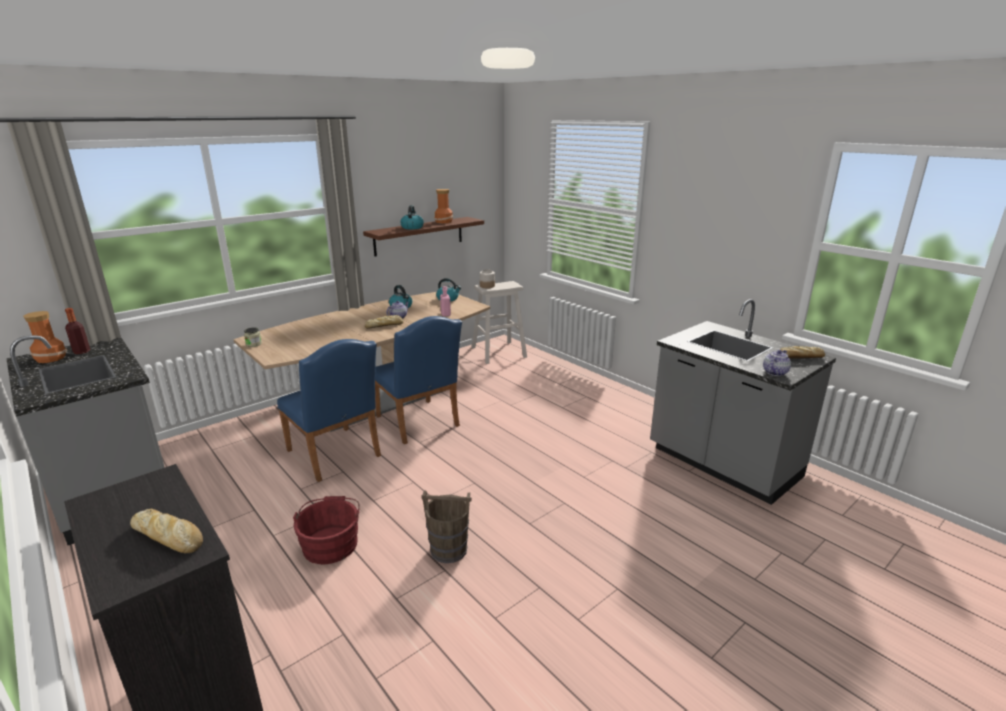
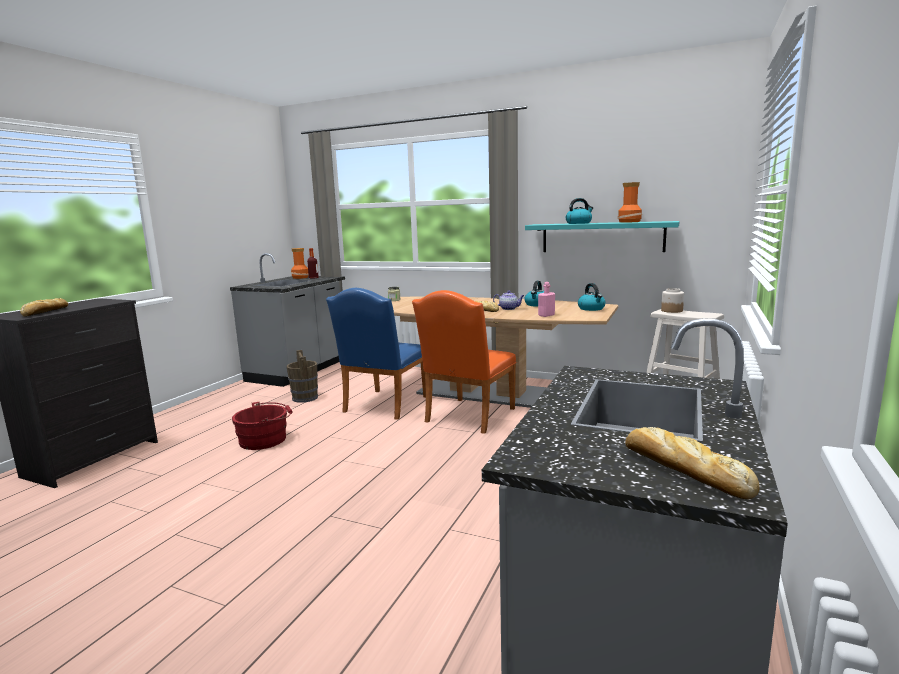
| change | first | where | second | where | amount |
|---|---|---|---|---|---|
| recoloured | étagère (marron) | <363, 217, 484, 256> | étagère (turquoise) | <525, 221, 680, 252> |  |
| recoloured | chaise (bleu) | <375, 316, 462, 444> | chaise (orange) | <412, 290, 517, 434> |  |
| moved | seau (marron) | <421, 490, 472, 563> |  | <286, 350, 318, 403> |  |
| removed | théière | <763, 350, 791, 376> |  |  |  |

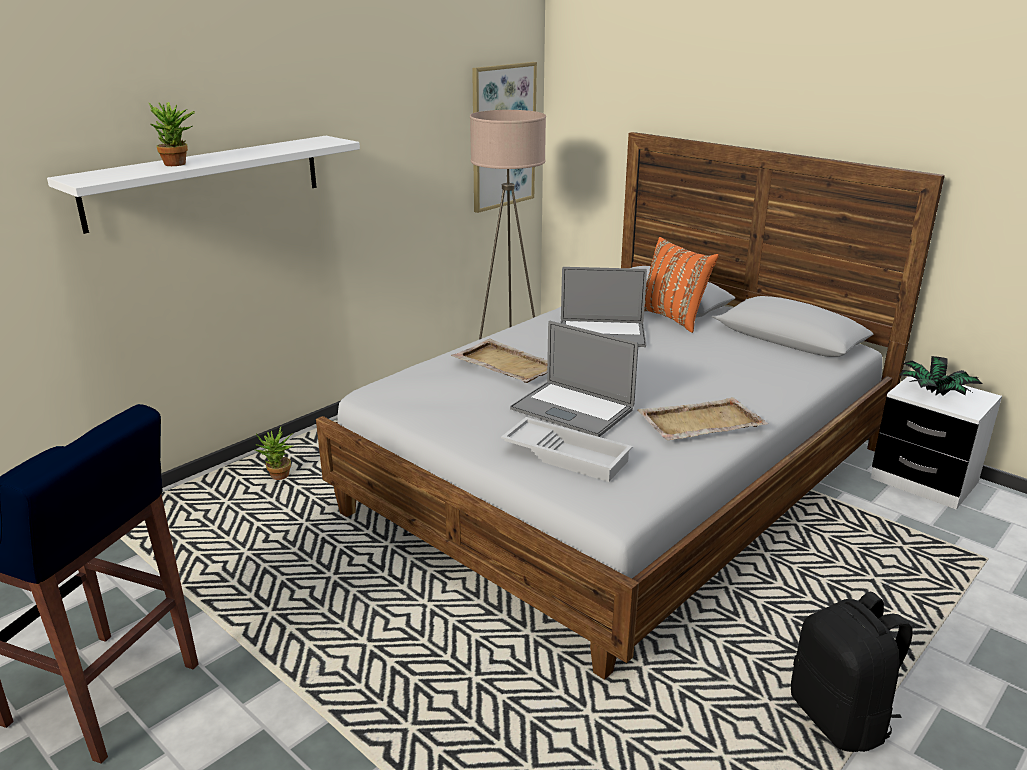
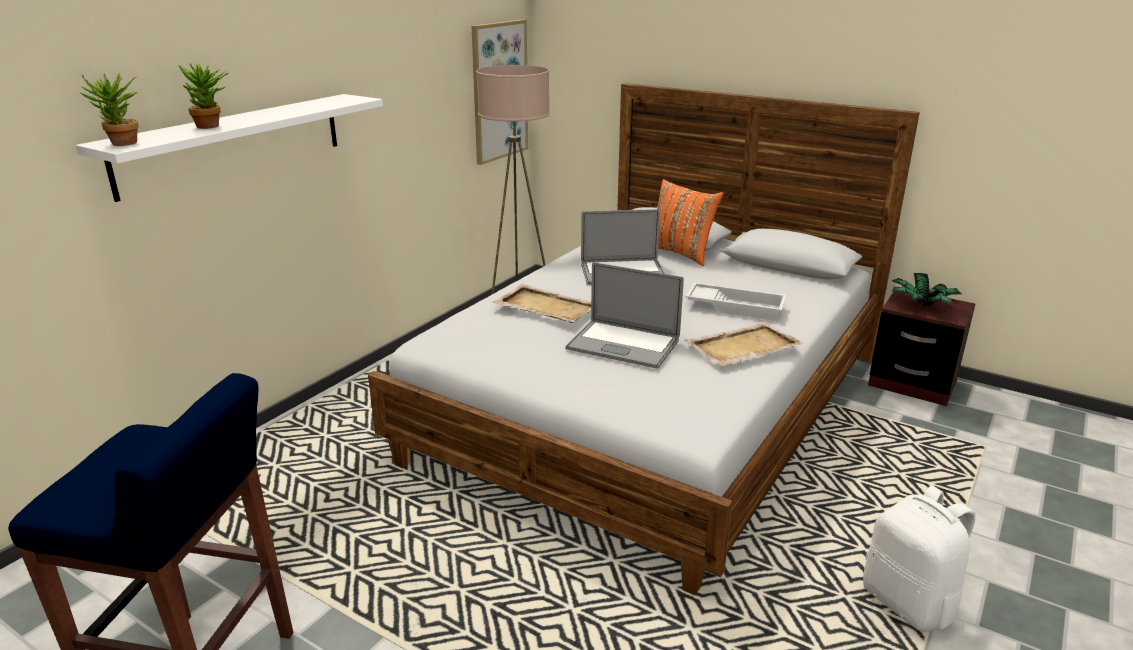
| change | first | where | second | where | amount |
|---|---|---|---|---|---|
| moved | plante en pot | <255, 427, 294, 480> |  | <80, 72, 139, 146> |  |
| moved | plateau (blanc) | <501, 417, 633, 482> |  | <686, 282, 787, 321> |  |
| recoloured | sac à dos (noir) | <791, 592, 913, 752> | sac à dos (blanc) | <863, 486, 976, 632> |  |
| recoloured | table de chevet (blanc) | <871, 376, 1002, 509> | table de chevet (marron) | <868, 292, 975, 406> |  |

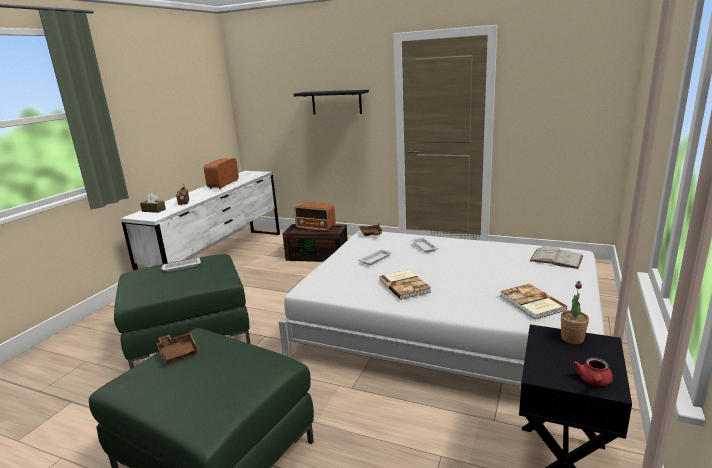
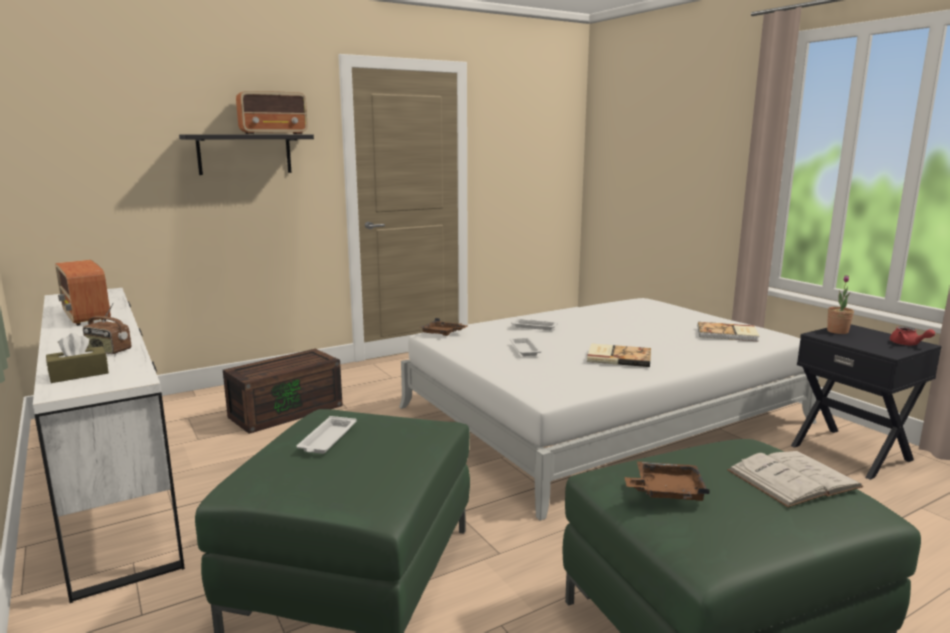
| change | first | where | second | where | amount |
|---|---|---|---|---|---|
| moved | radio | <294, 202, 336, 232> |  | <236, 91, 308, 134> |  |
| moved | livre (blanc) | <530, 246, 583, 269> |  | <727, 451, 864, 507> |  |

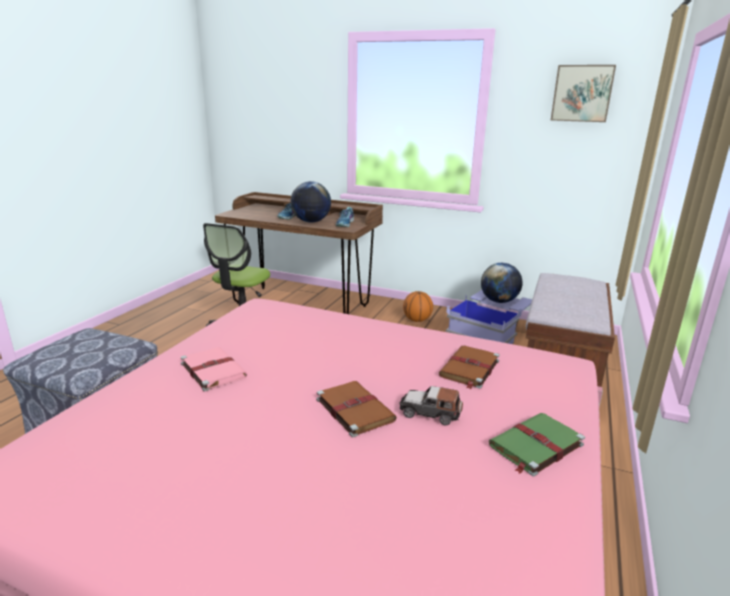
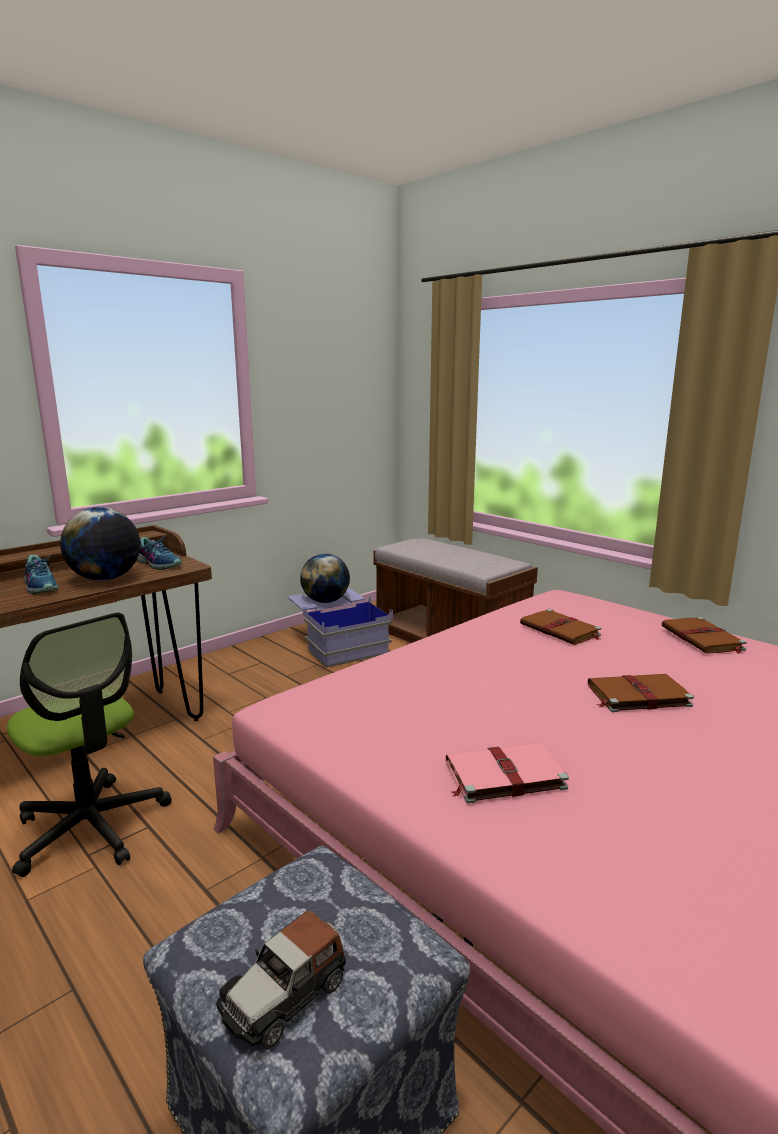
| change | first | where | second | where | amount |
|---|---|---|---|---|---|
| moved | petite voiture | <399, 386, 463, 425> |  | <216, 911, 346, 1049> |  |
| removed | ballon de basket | <403, 291, 433, 322> |  |  |  |
| recoloured | livre (vert) | <489, 413, 585, 476> | livre (marron) | <661, 617, 747, 654> |  |
| removed | tableau | <551, 65, 616, 122> |  |  |  |

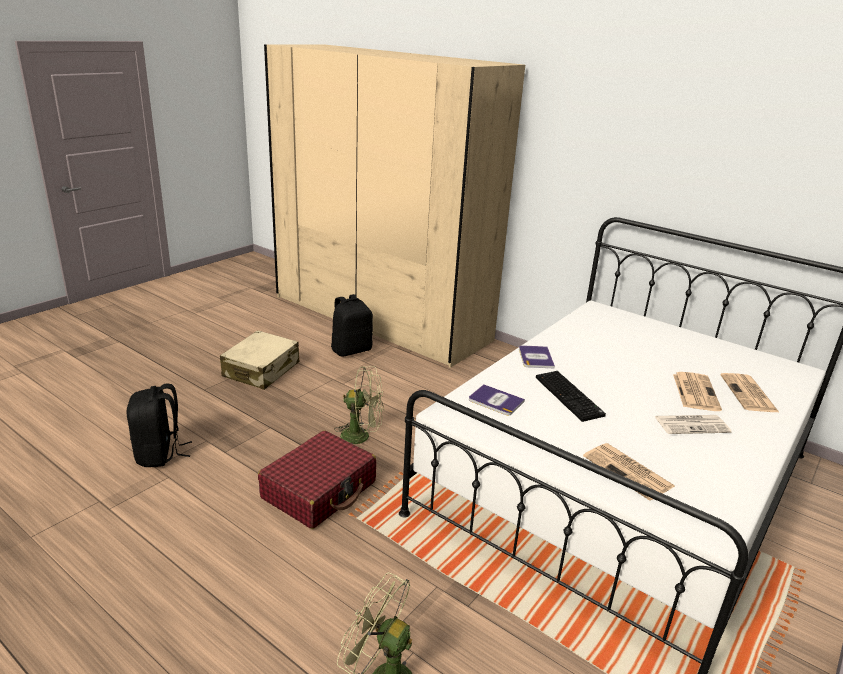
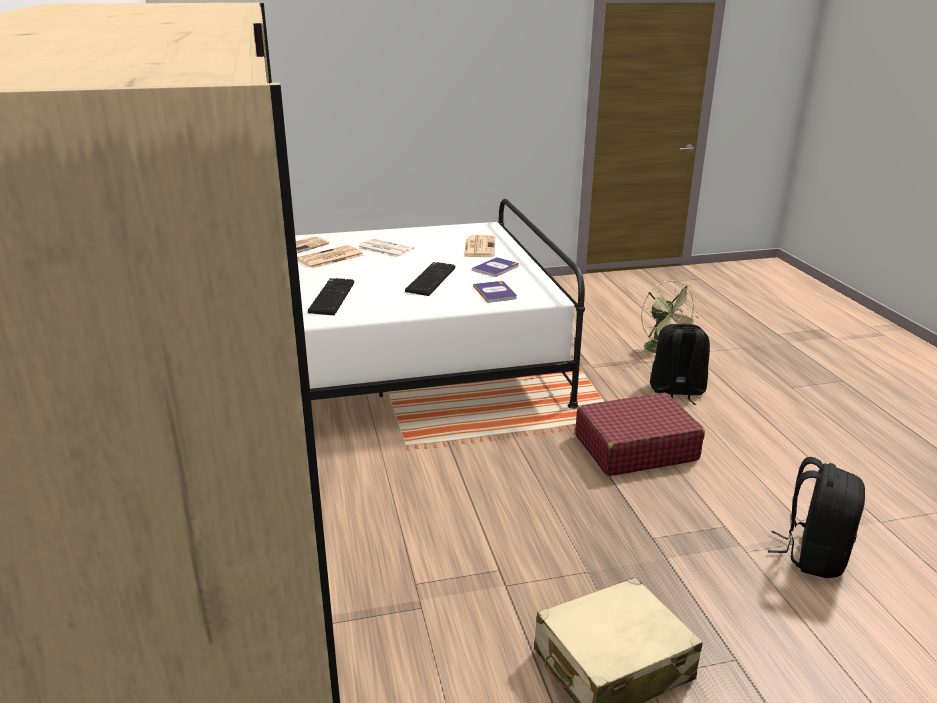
| change | first | where | second | where | amount |
|---|---|---|---|---|---|
| moved | sac à dos (noir) | <331, 294, 373, 357> |  | <650, 324, 710, 405> |  |
| removed | ventilateur (vert) | <334, 366, 384, 449> |  |  |  |
| moved | livre | <519, 345, 555, 369> |  | <472, 257, 519, 277> |  |
| added |  |  | clavier | <308, 278, 354, 315> |  |

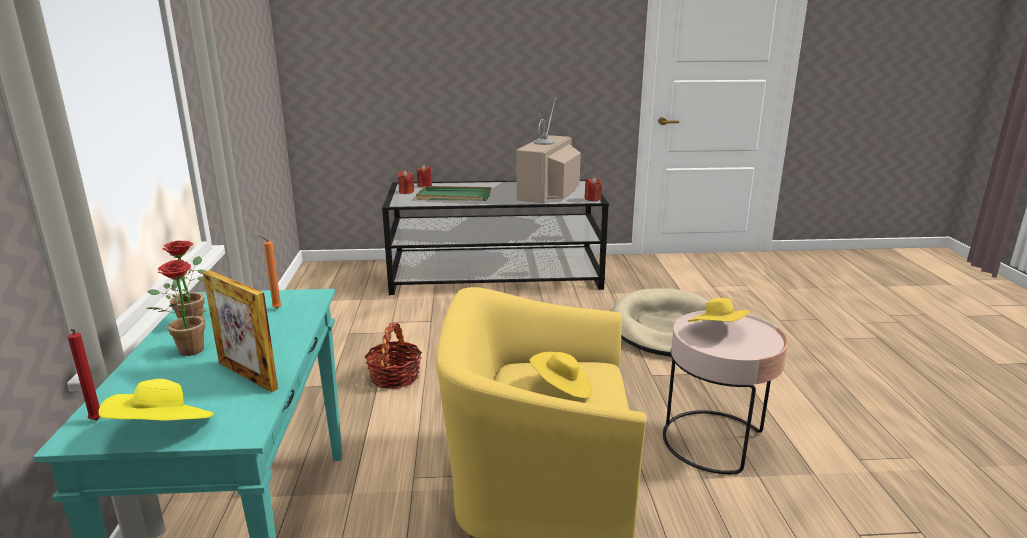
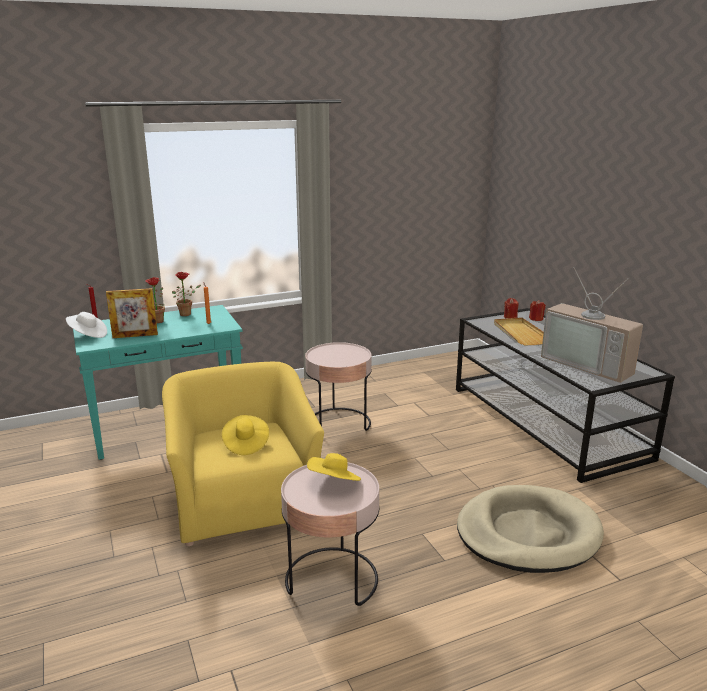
| change | first | where | second | where | amount |
|---|---|---|---|---|---|
| recoloured | chapeau (jaune) | <98, 379, 214, 421> | chapeau (blanc) | <66, 312, 107, 338> |  |
| turned | cadre photo | <203, 270, 278, 392> |  | <106, 288, 158, 338> | 120 degrees counterclockwise |
| replaced | panier | <365, 323, 422, 389> | table d'appoint (rose) | <305, 342, 372, 431> |  |
| recoloured | plateau (vert) | <416, 186, 492, 201> | plateau (beige) | <494, 317, 544, 345> |  |
| turned | téléviseur | <516, 97, 581, 203> |  | <541, 267, 643, 383> | 135 degrees counterclockwise |
| removed | bougie (rouge) | <584, 177, 602, 201> |  |  |  |

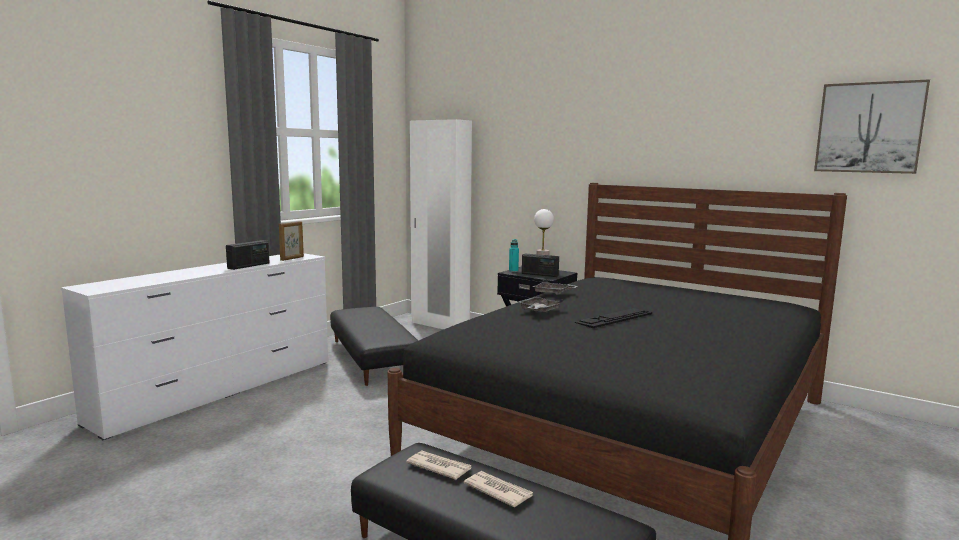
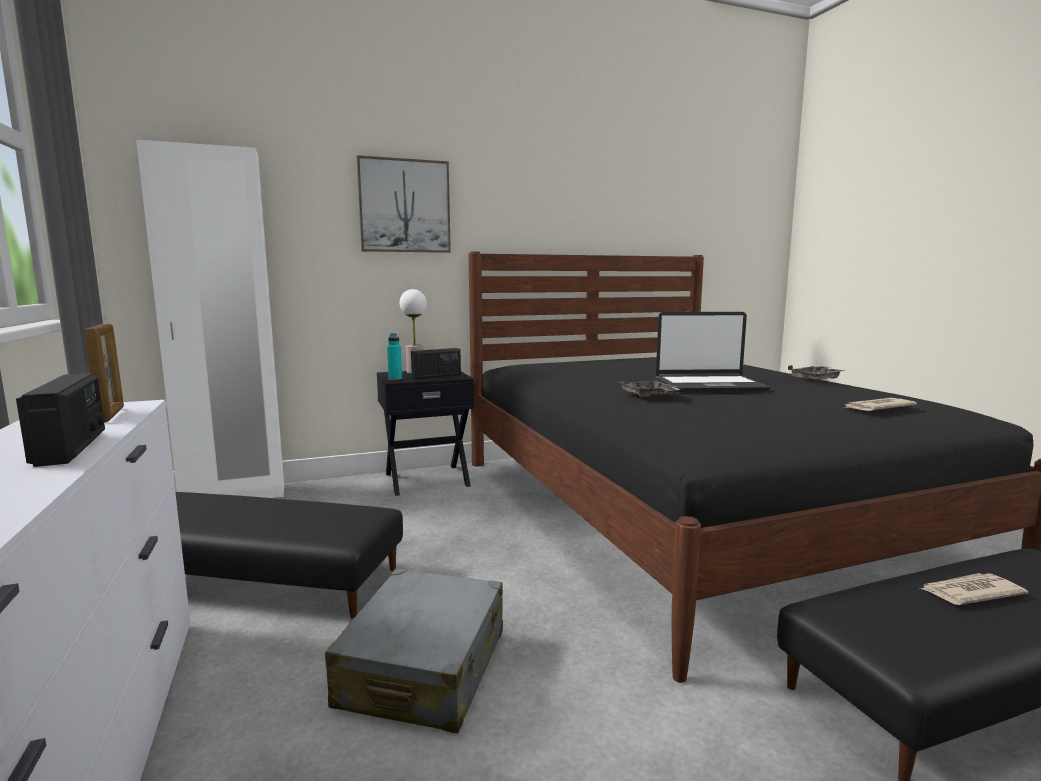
| change | first | where | second | where | amount |
|---|---|---|---|---|---|
| moved | journal | <406, 451, 472, 480> |  | <844, 398, 917, 411> |  |
| moved | plateau (gris) | <533, 279, 578, 295> |  | <788, 365, 846, 380> |  |
| replaced | clavier | <574, 308, 652, 328> | ordinateur portable | <656, 312, 771, 392> |  |
| moved | tableau | <814, 79, 930, 174> |  | <357, 155, 451, 253> |  |
| added |  |  | valise (gris) | <325, 569, 503, 733> |  |

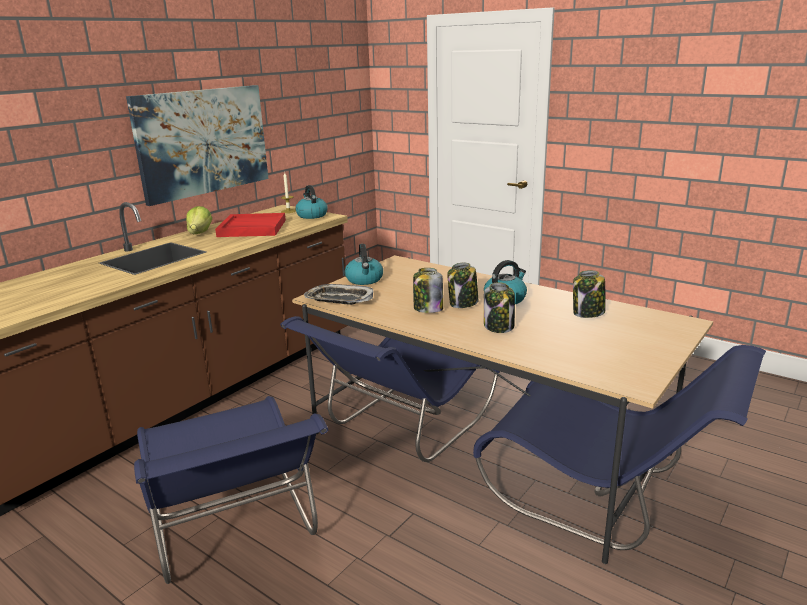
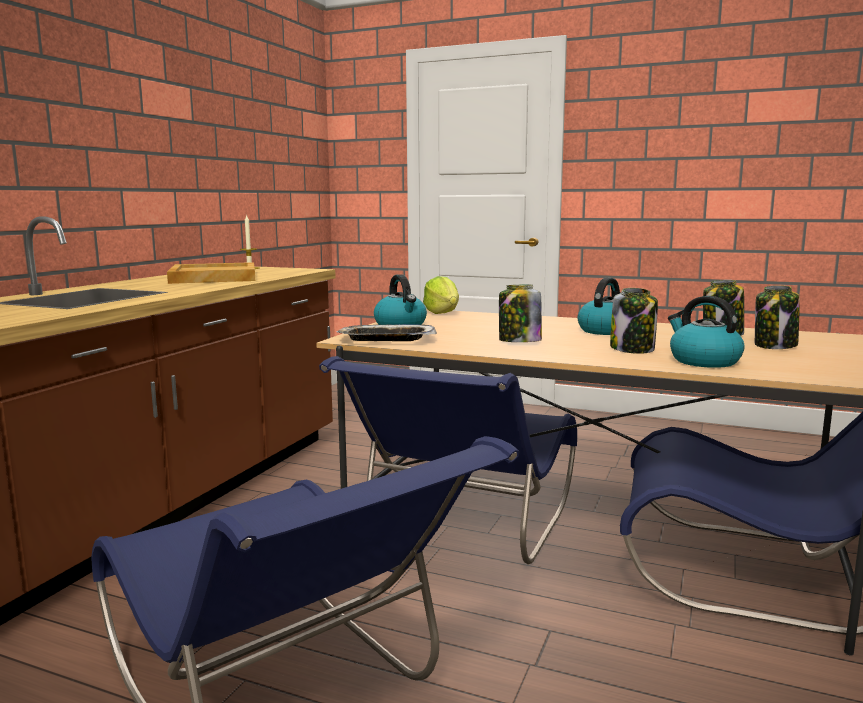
| change | first | where | second | where | amount |
|---|---|---|---|---|---|
| removed | tableau | <126, 85, 268, 206> |  |  |  |
| moved | laitue | <186, 206, 212, 234> |  | <423, 276, 459, 314> |  |
| recoloured | plateau (rouge) | <215, 213, 286, 237> | plateau (beige) | <167, 262, 255, 284> |  |
| moved | bouilloire | <295, 185, 328, 219> |  | <668, 296, 745, 368> |  |
| moved | bocal | <448, 263, 478, 308> |  | <755, 285, 800, 349> |  |

